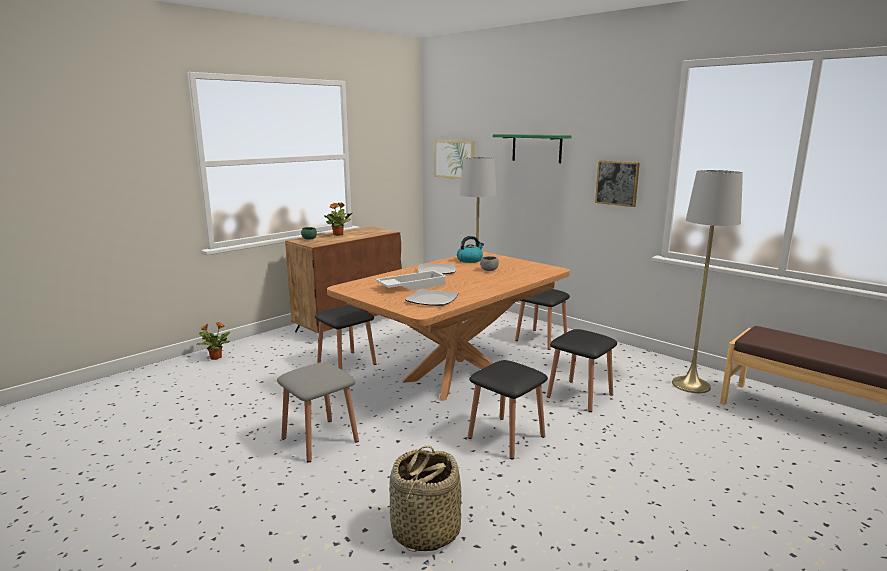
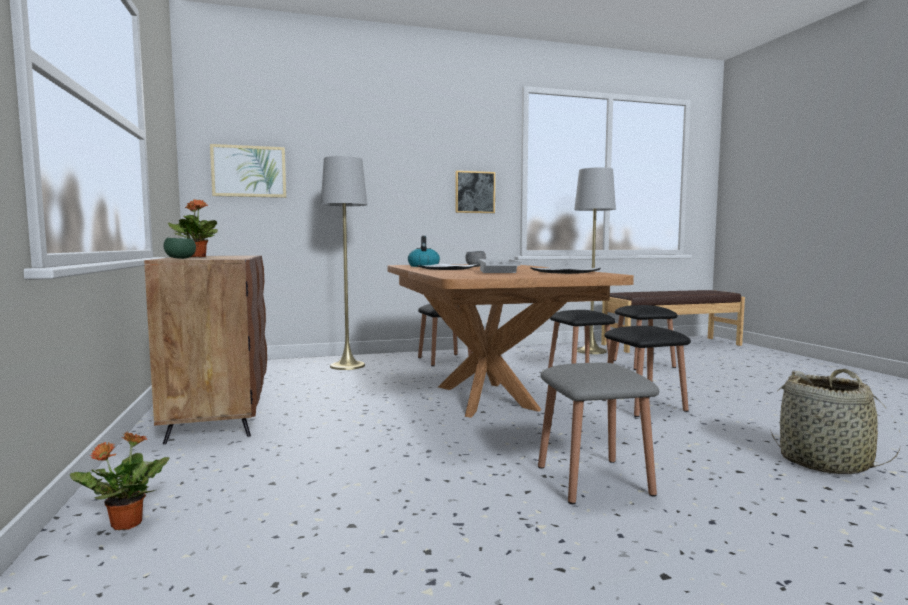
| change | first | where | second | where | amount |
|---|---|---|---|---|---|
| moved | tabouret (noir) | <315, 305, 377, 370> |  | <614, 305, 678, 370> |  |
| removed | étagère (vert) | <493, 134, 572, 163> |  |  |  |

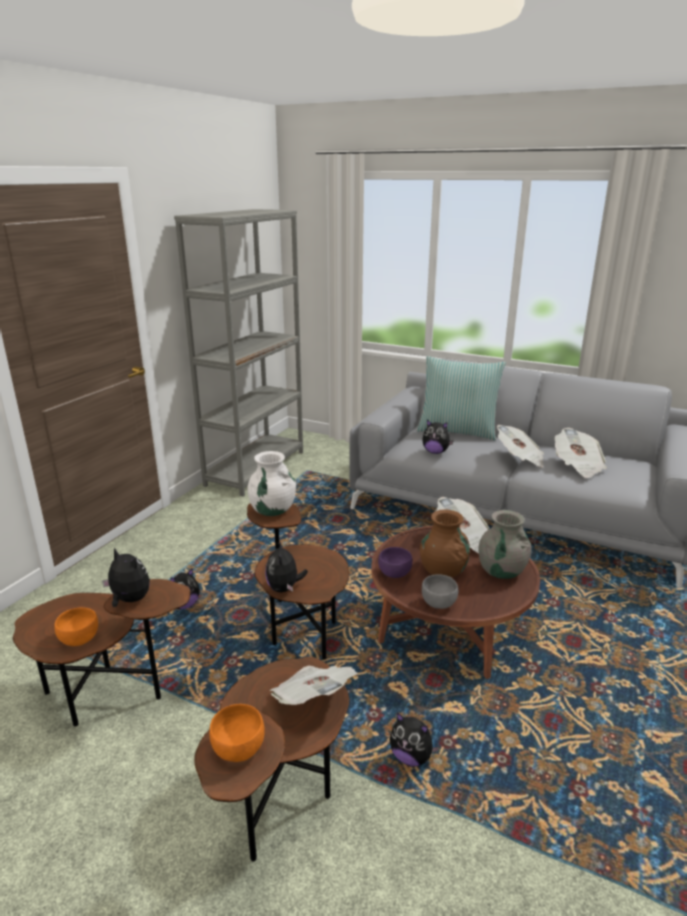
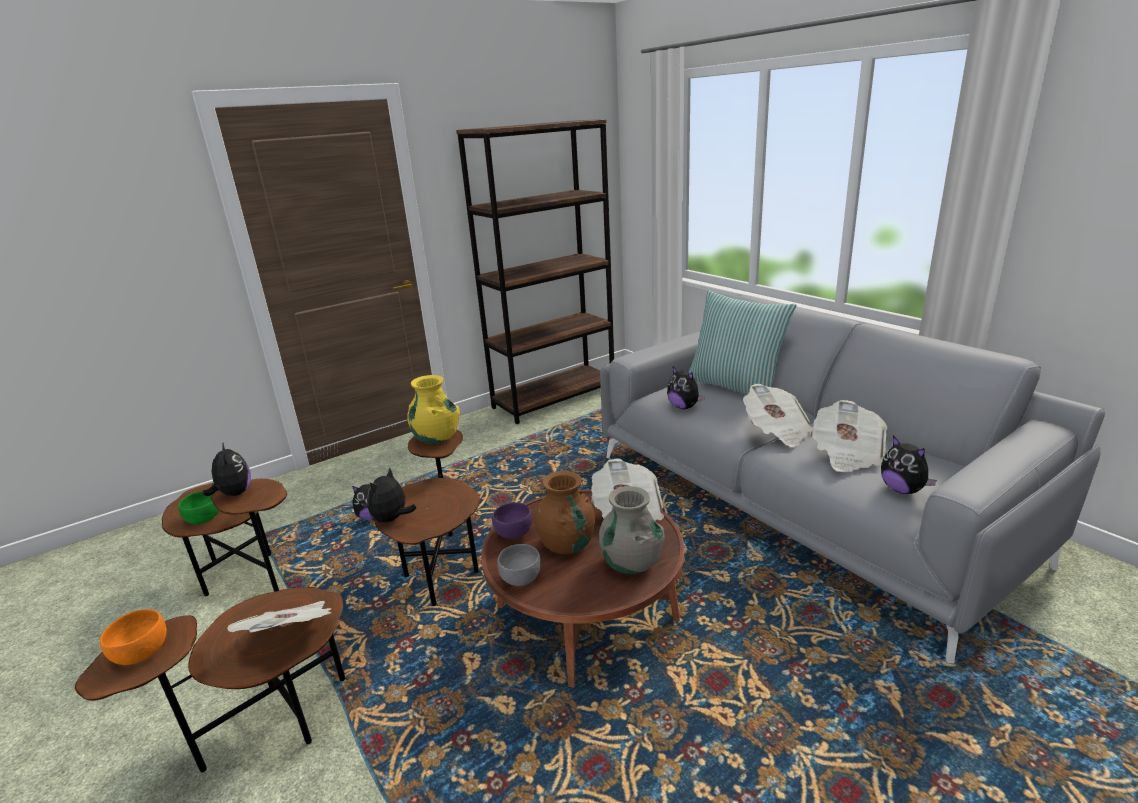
| change | first | where | second | where | amount |
|---|---|---|---|---|---|
| recoloured | bol (orange) | <55, 607, 98, 646> | bol (vert) | <178, 491, 219, 524> |  |
| recoloured | bibliothèque (gris) | <174, 209, 303, 496> | bibliothèque (marron) | <456, 119, 614, 424> |  |
| recoloured | vase (blanc) | <247, 451, 296, 516> | vase (jaune) | <407, 375, 460, 444> |  |
| moved | peluche | <390, 712, 440, 766> |  | <881, 436, 937, 494> |  |

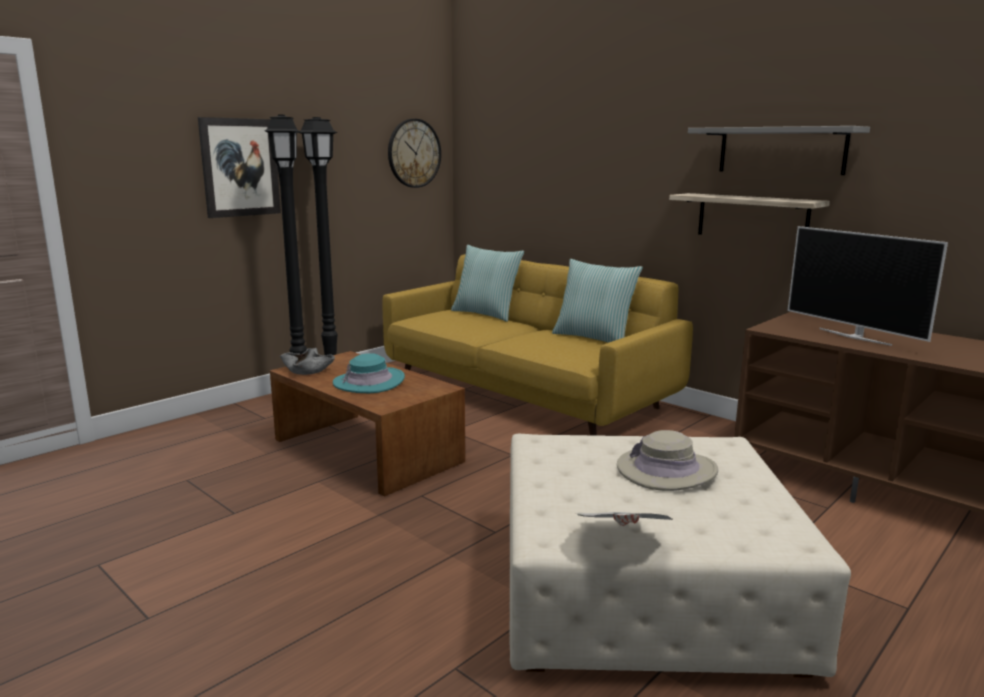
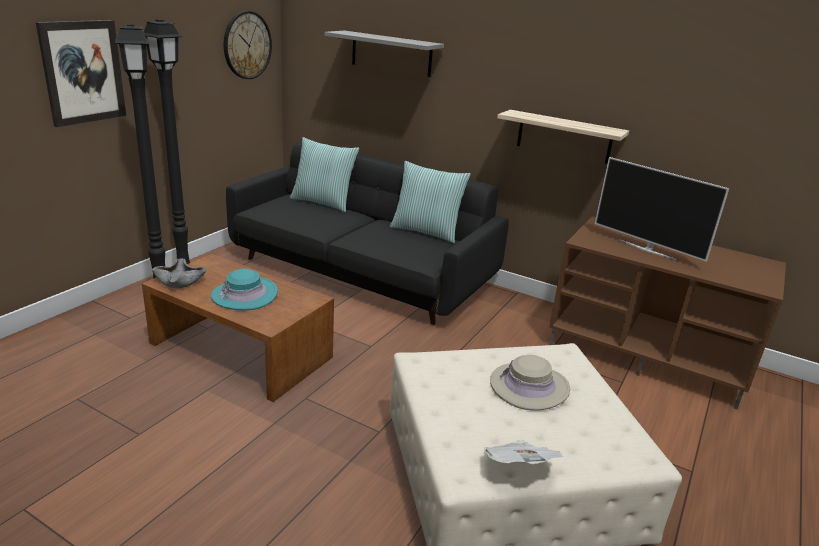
| change | first | where | second | where | amount |
|---|---|---|---|---|---|
| recoloured | canapé (jaune) | <383, 254, 693, 436> | canapé (noir) | <226, 142, 509, 325> |  |
| moved | étagère (gris) | <688, 126, 870, 175> |  | <324, 31, 444, 77> |  |

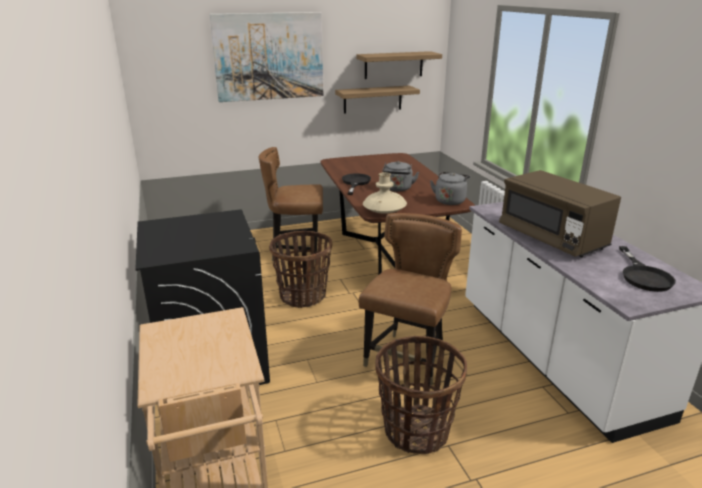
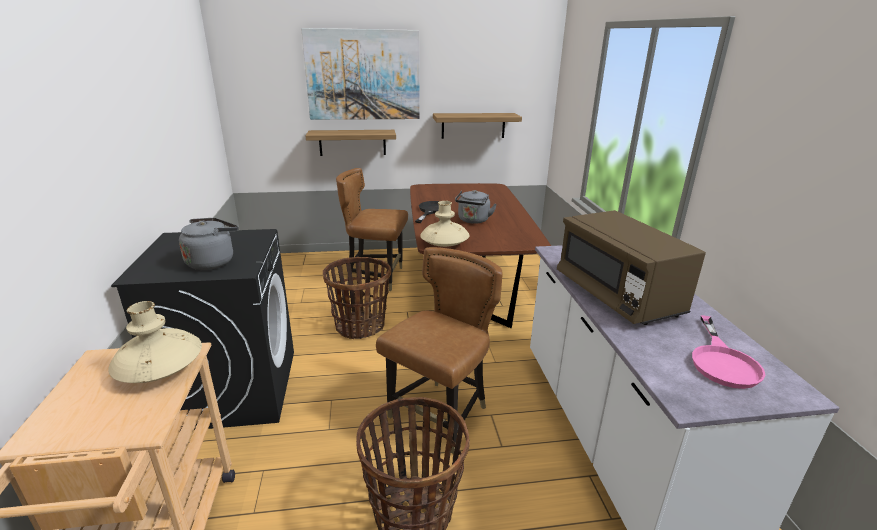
| change | first | where | second | where | amount |
|---|---|---|---|---|---|
| moved | étagère | <356, 51, 442, 79> |  | <306, 130, 396, 156> |  |
| moved | bouilloire (gris) | <430, 172, 470, 205> |  | <179, 218, 239, 270> |  |
| recoloured | poêle (noir) | <619, 246, 676, 292> | poêle (rose) | <692, 315, 765, 389> |  |
| added |  |  | vase (beige) | <108, 301, 202, 383> |  |

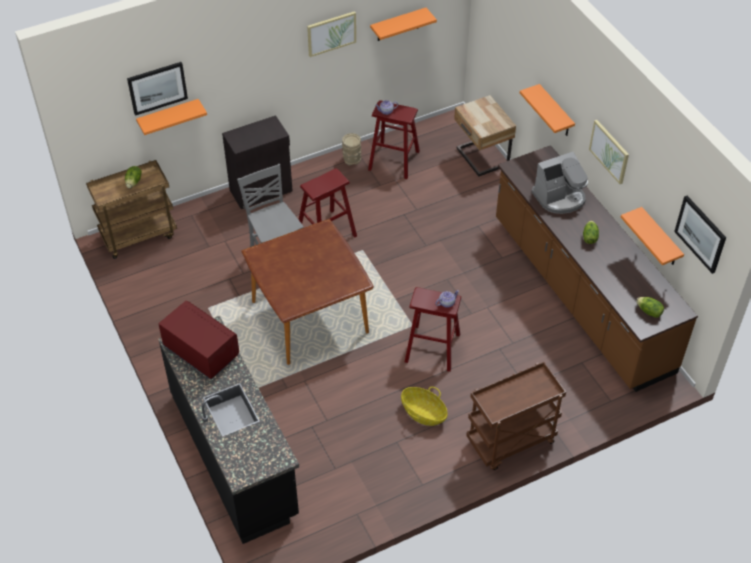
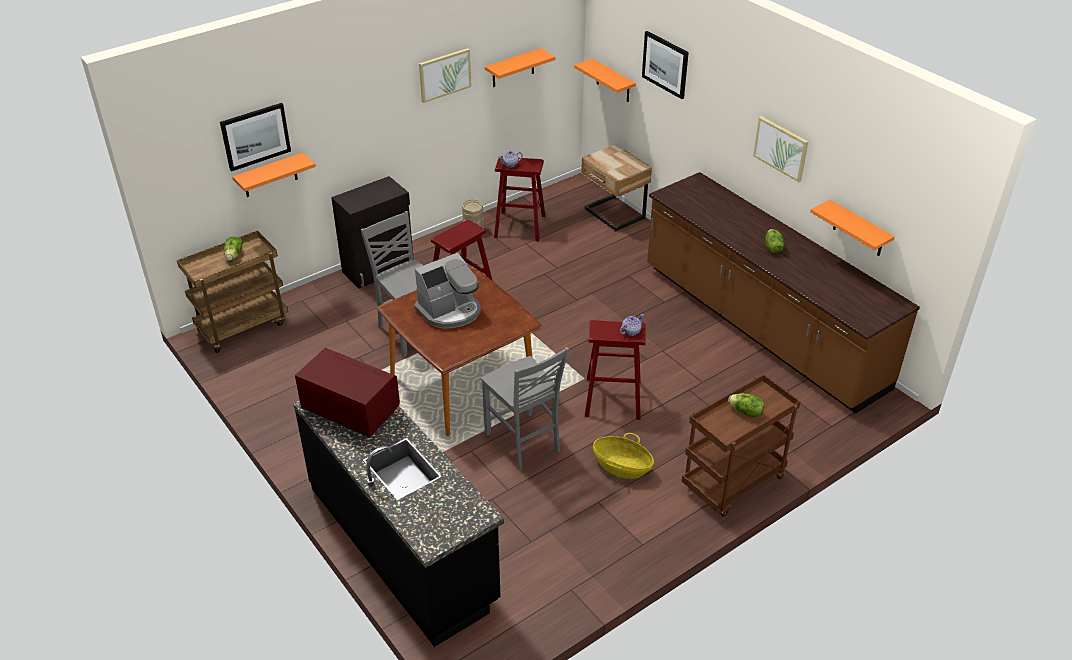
| change | first | where | second | where | amount |
|---|---|---|---|---|---|
| moved | étagère (orange) | <520, 84, 575, 136> |  | <574, 58, 636, 102> |  |
| moved | machine à café | <531, 152, 588, 214> |  | <415, 253, 481, 329> |  |
| moved | laitue | <636, 297, 664, 318> |  | <728, 393, 764, 417> |  |
| moved | tableau | <674, 196, 726, 274> |  | <642, 31, 689, 99> |  |
| added |  |  | chaise (gris) | <481, 347, 569, 470> |  |

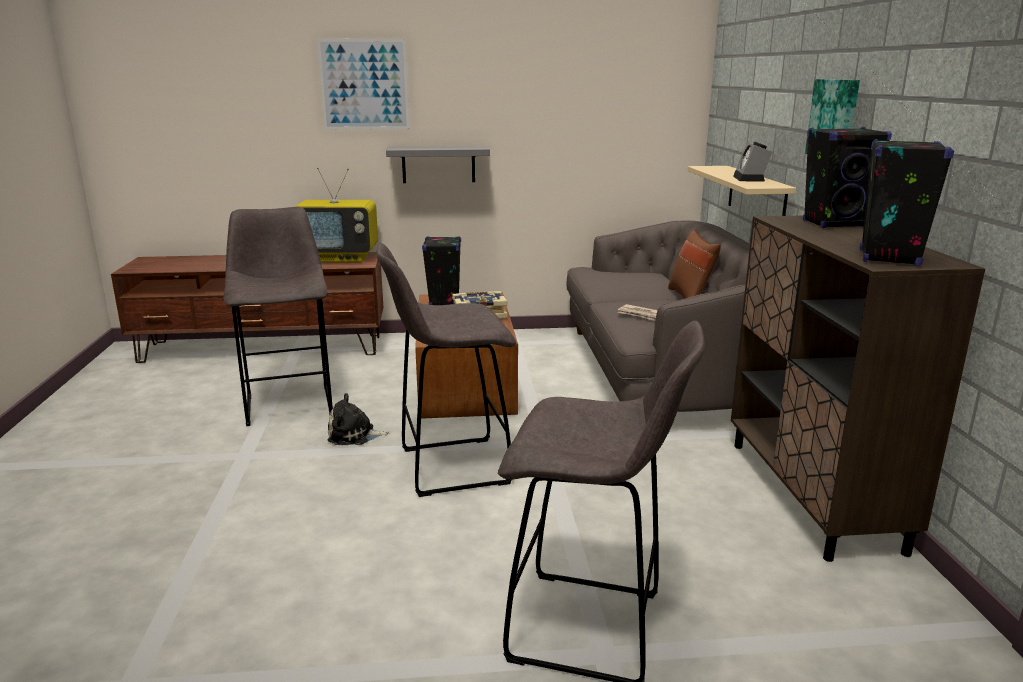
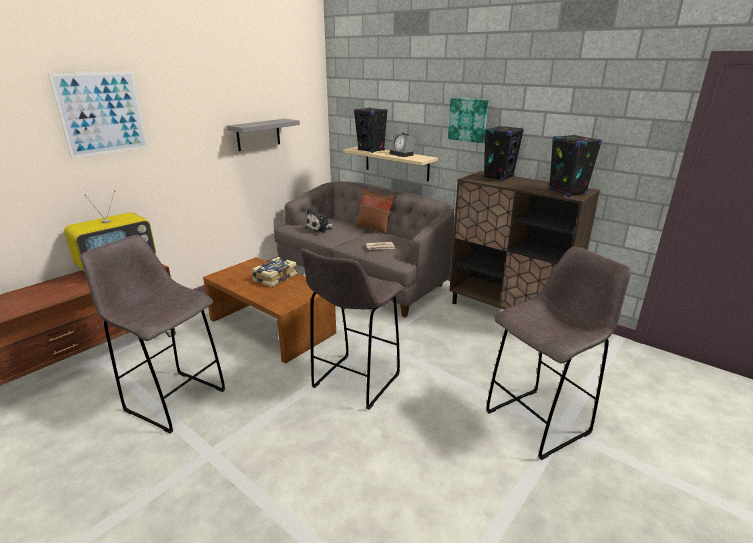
| change | first | where | second | where | amount |
|---|---|---|---|---|---|
| moved | peluche | <328, 393, 390, 445> |  | <305, 209, 333, 233> |  |
| moved | étagère (gris) | <386, 146, 490, 183> |  | <227, 119, 300, 151> |  |
| moved | enceinte (noir) | <422, 236, 461, 305> |  | <354, 108, 388, 153> |  |

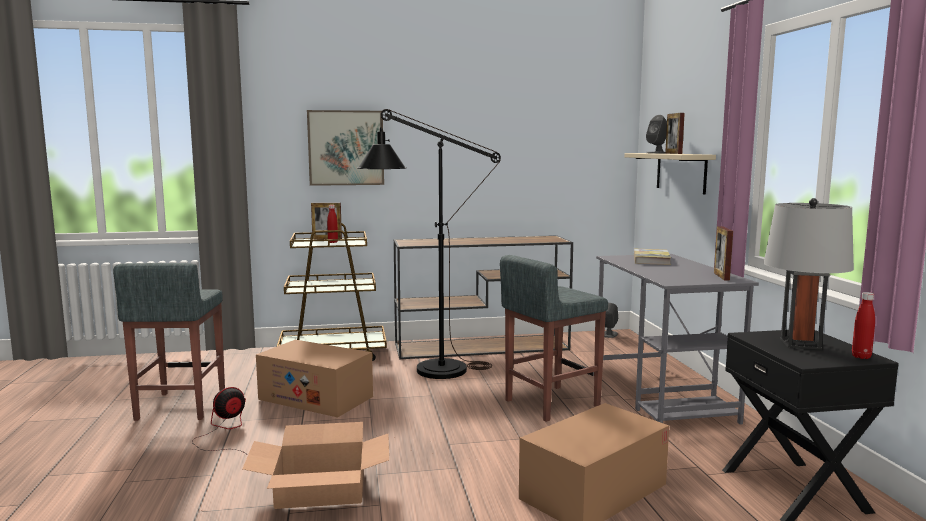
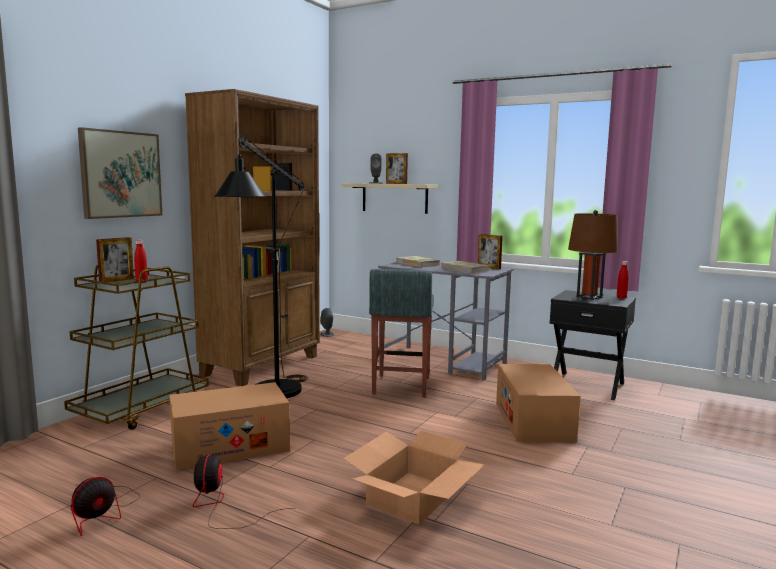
| change | first | where | second | where | amount |
|---|---|---|---|---|---|
| replaced | tabouret (gris) | <113, 263, 225, 421> | ventilateur | <70, 477, 140, 536> |  |
| replaced | table console (marron) | <394, 235, 573, 359> | bibliothèque (marron) | <185, 89, 320, 386> |  |
| recoloured | lampe de table (gris) | <763, 198, 854, 349> | lampe de table (marron) | <568, 210, 618, 300> |  |
| added |  |  | livre | <441, 261, 490, 274> |  |

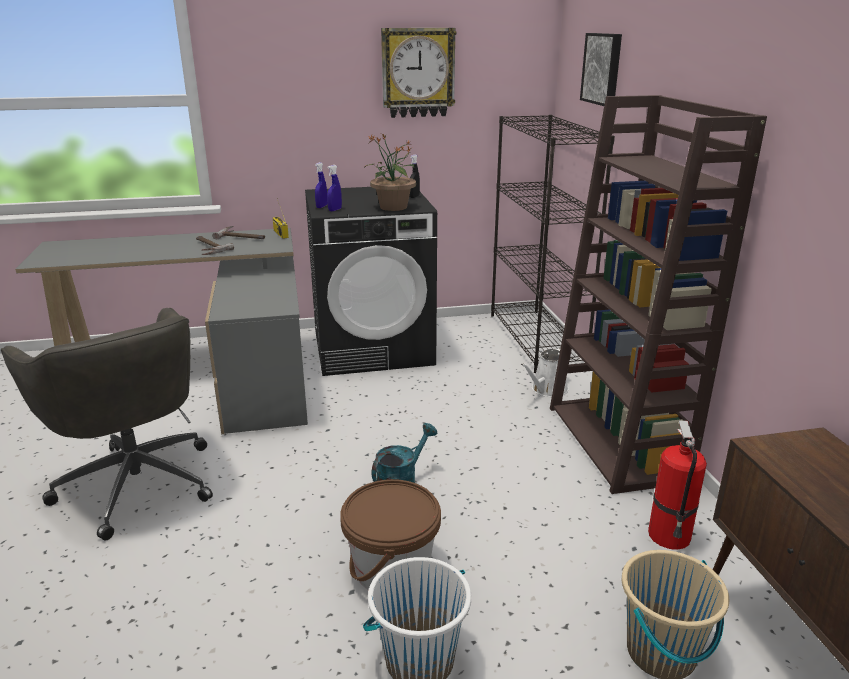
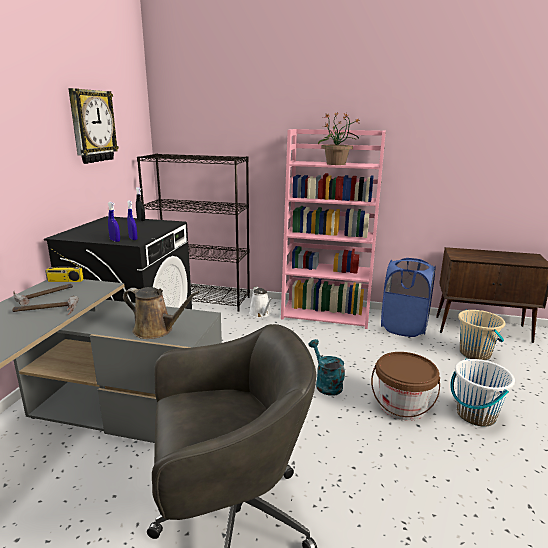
| change | first | where | second | where | amount |
|---|---|---|---|---|---|
| moved | plante en pot | <363, 134, 416, 211> |  | <318, 112, 360, 165> |  |
| recoloured | bibliothèque (marron) | <550, 95, 767, 494> | bibliothèque (rose) | <281, 129, 386, 329> |  |
| removed | tableau | <580, 33, 622, 106> |  |  |  |
| replaced | extincteur | <648, 421, 707, 550> | panier à linge (bleu) | <381, 258, 436, 337> |  |
| added |  |  | arrosoir (marron) | <123, 287, 200, 339> |  |

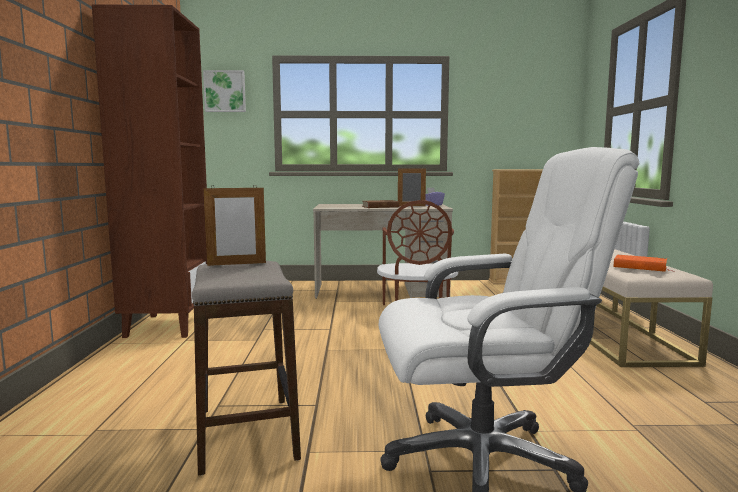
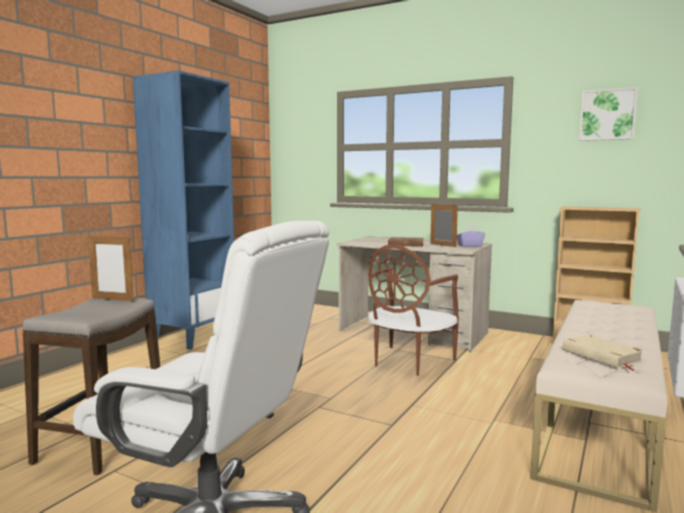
| change | first | where | second | where | amount |
|---|---|---|---|---|---|
| recoloured | bibliothèque (marron) | <92, 4, 207, 338> | bibliothèque (bleu) | <133, 70, 234, 350> |  |
| moved | tableau | <203, 70, 246, 112> |  | <579, 87, 638, 141> |  |
| recoloured | livre (orange) | <614, 255, 675, 272> | livre (beige) | <563, 334, 644, 371> |  |

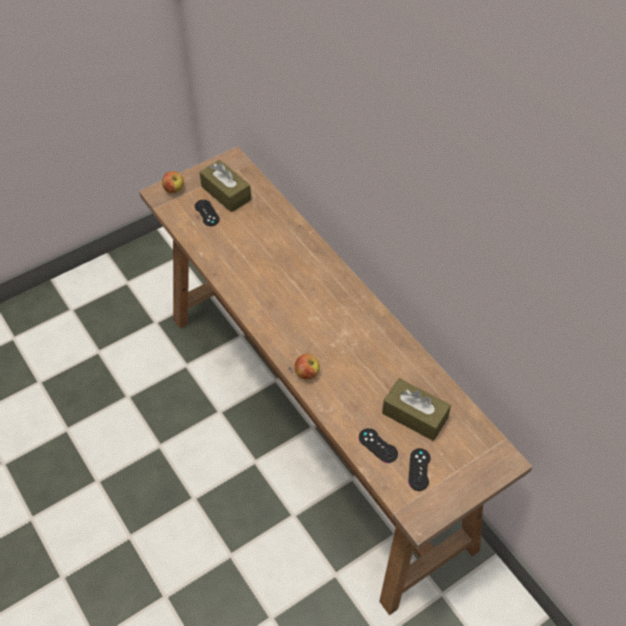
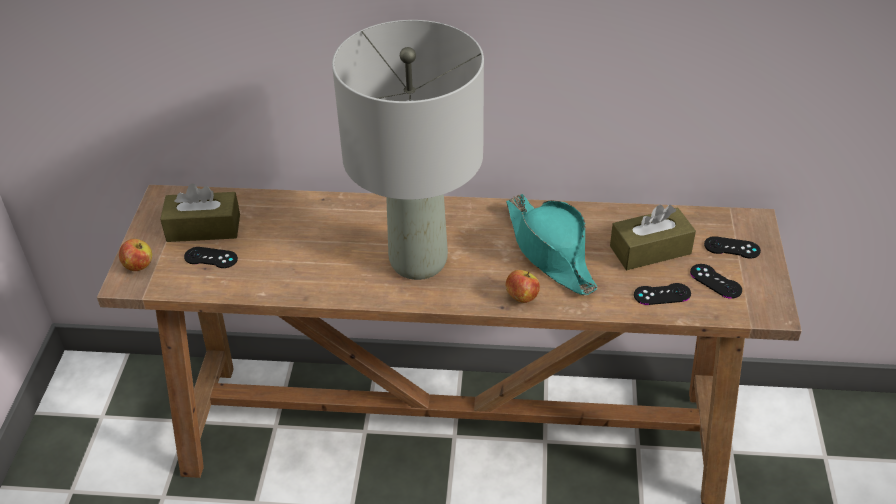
| change | first | where | second | where | amount |
|---|---|---|---|---|---|
| added |  |  | lampe de table (gris) | <332, 20, 484, 280> |  |
| added |  |  | chapeau (turquoise) | <506, 194, 598, 296> |  |
| added |  |  | manette (noir) | <704, 236, 761, 259> |  |

